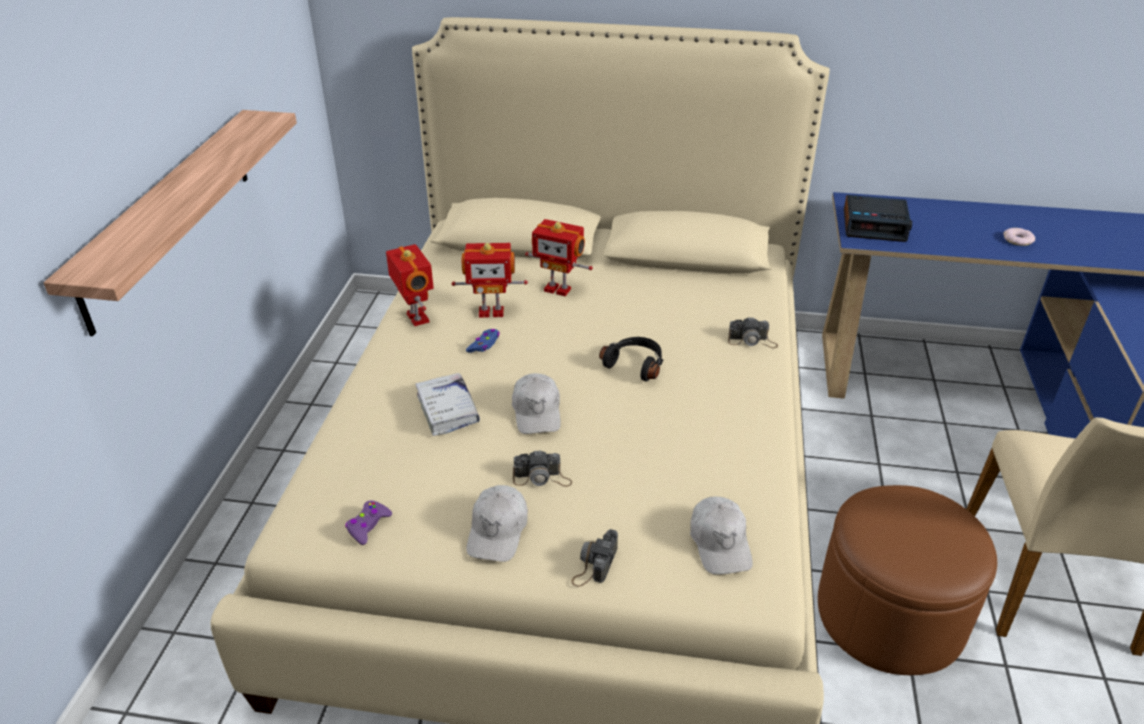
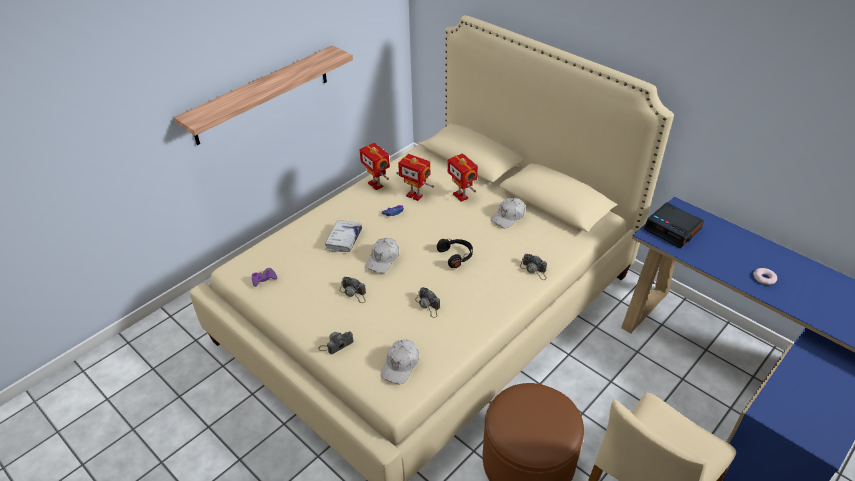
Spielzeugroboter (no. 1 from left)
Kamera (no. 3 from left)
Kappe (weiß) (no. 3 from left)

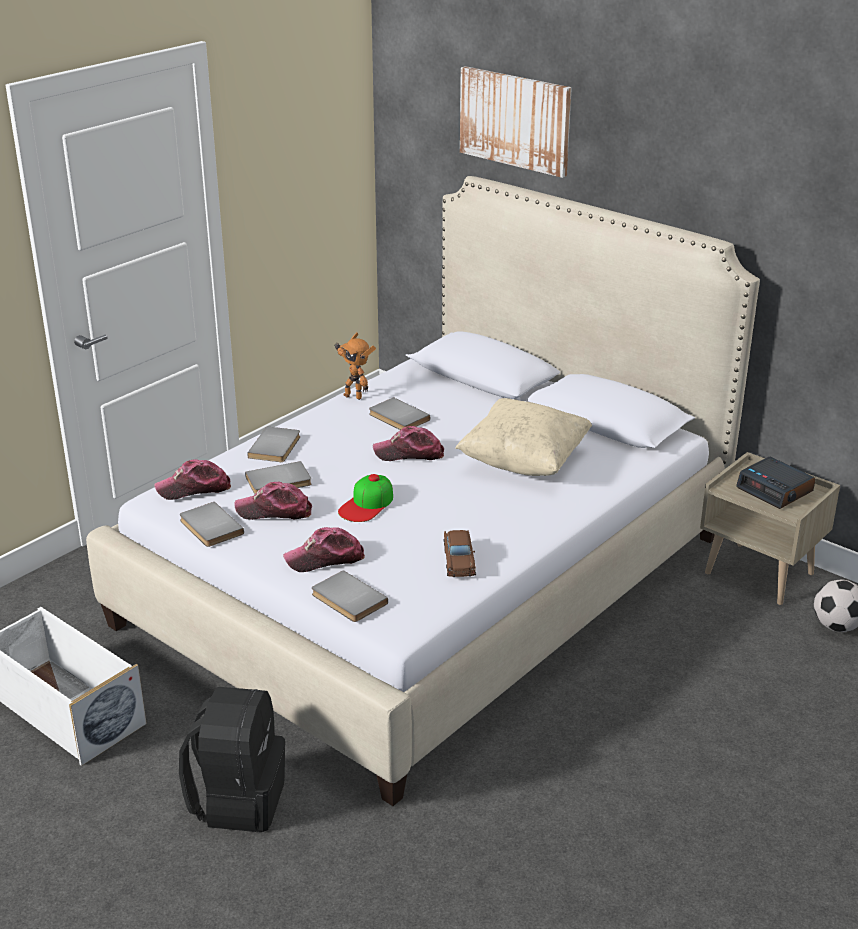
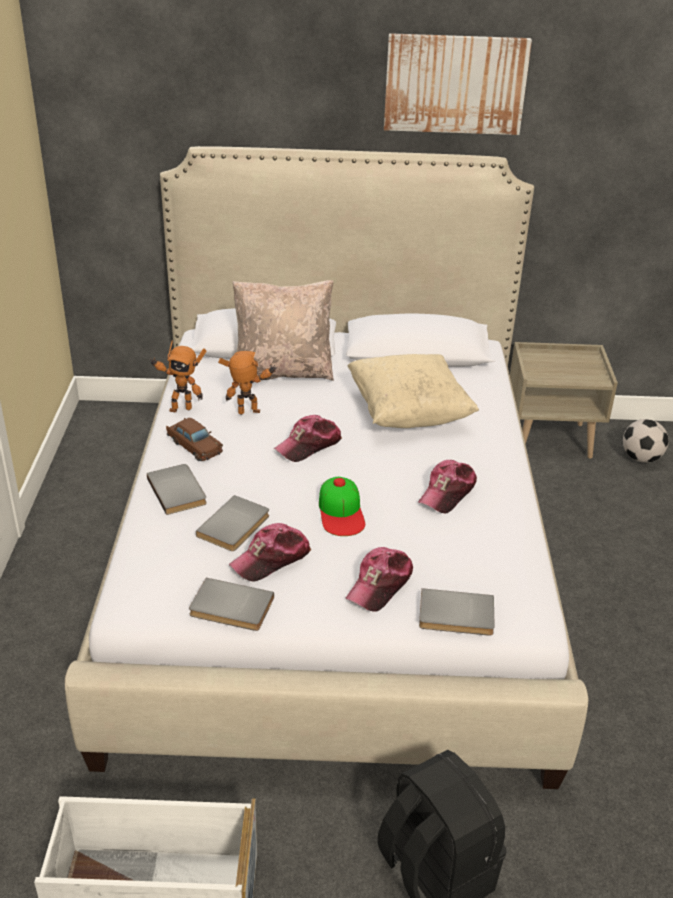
Spielzeugauto (braun)
Spielzeugroboter (no. 2 from left)
Kissen (beige) (no. 1 from left)
Bild
Kappe (no. 5 from left)
Wecker

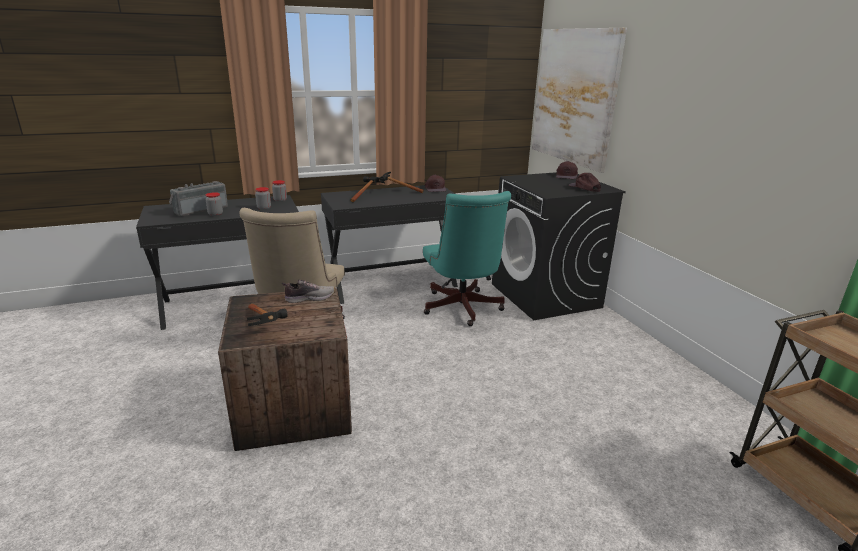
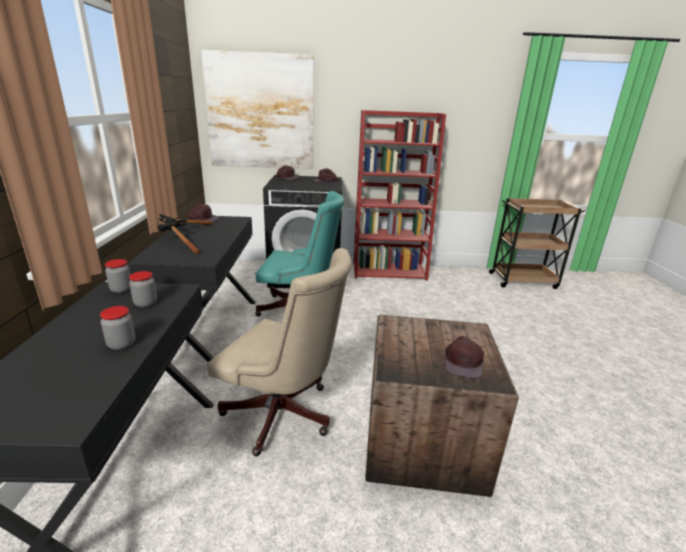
Bücherregal (rot)
Kappe (braun) (no. 4 from left)
Radio
Schuh

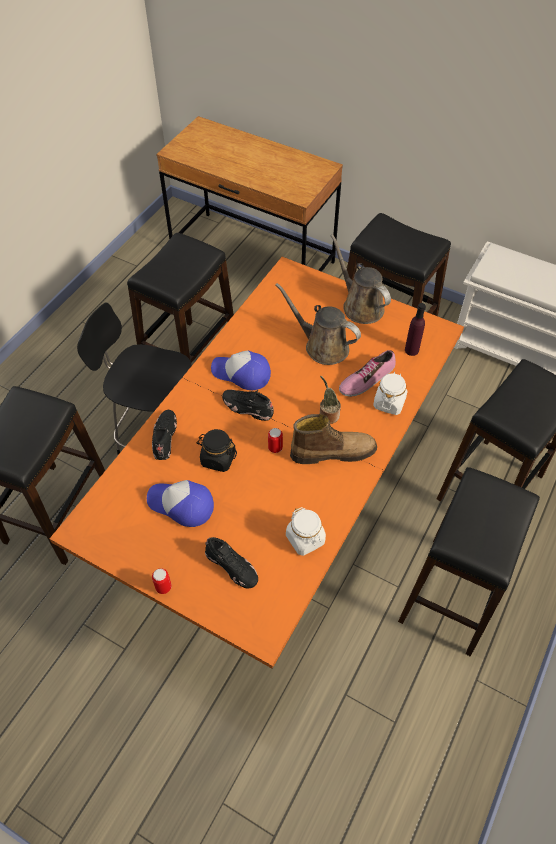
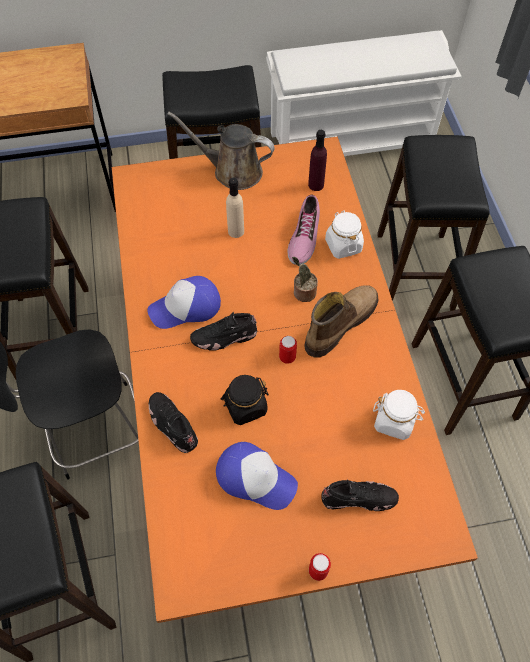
Kappe (no. 2 from left)
Flasche (beige)

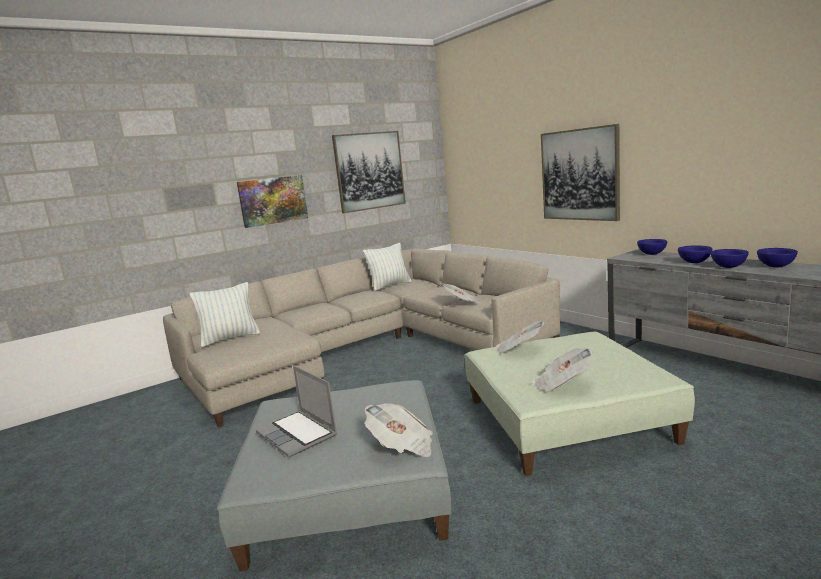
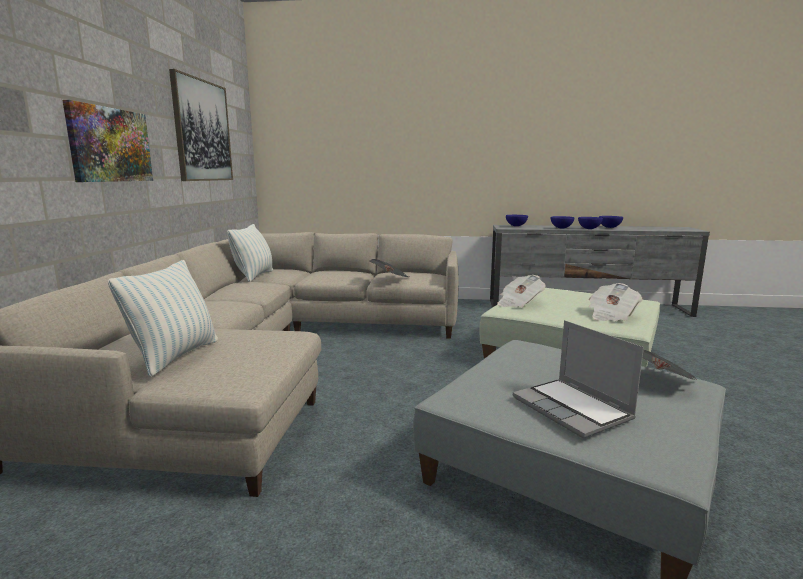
Laptop
Bild (no. 3 from left in the first image)

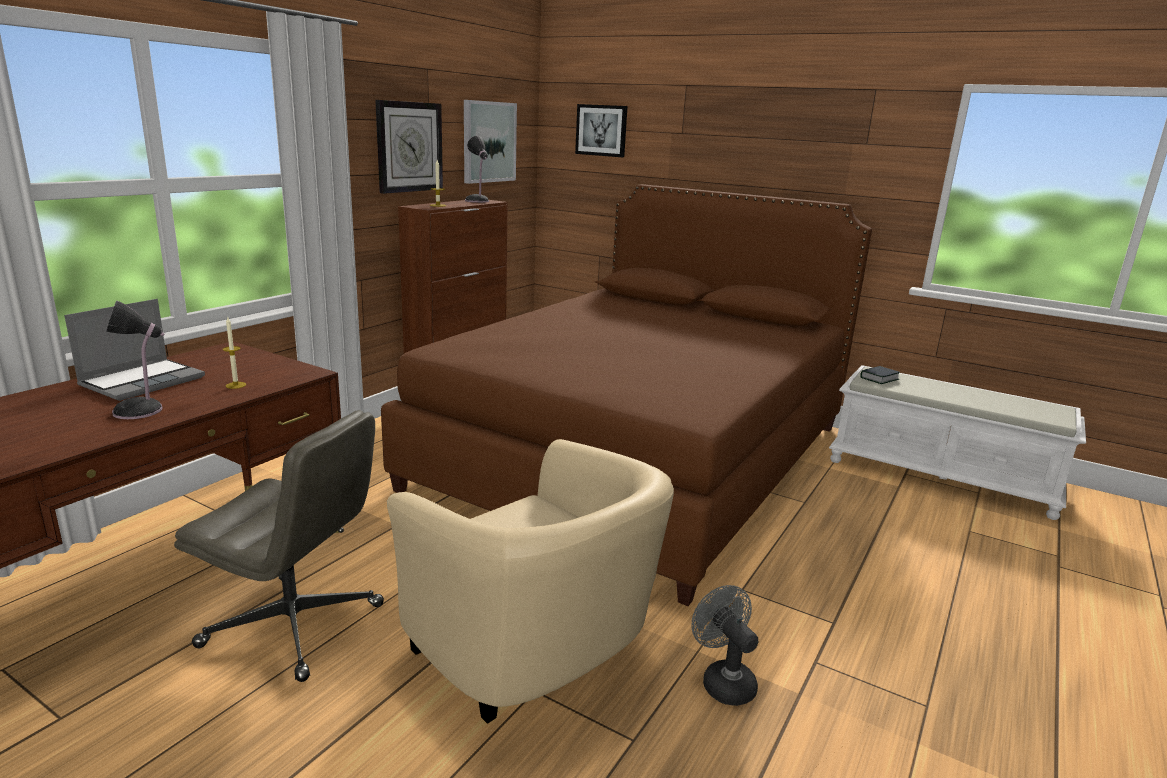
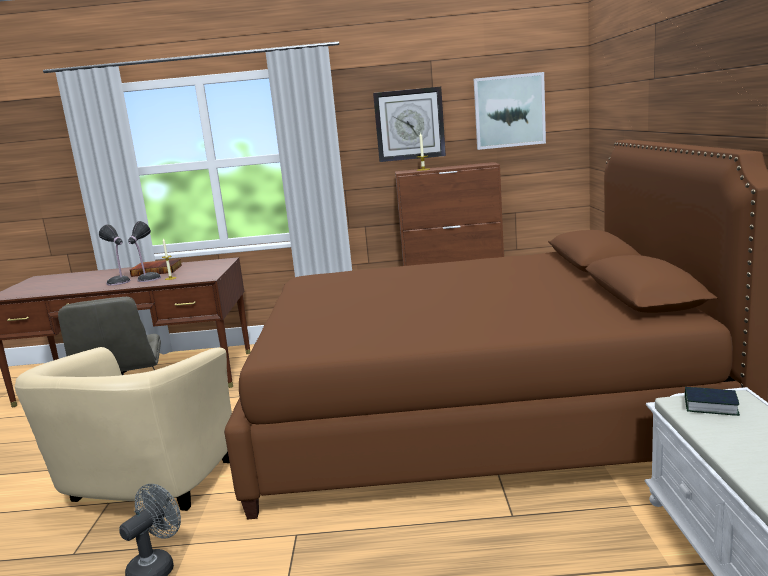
Tischlampe (no. 2 from left)
Buch (no. 1 from left)
Bild (no. 2 from left in the first image)

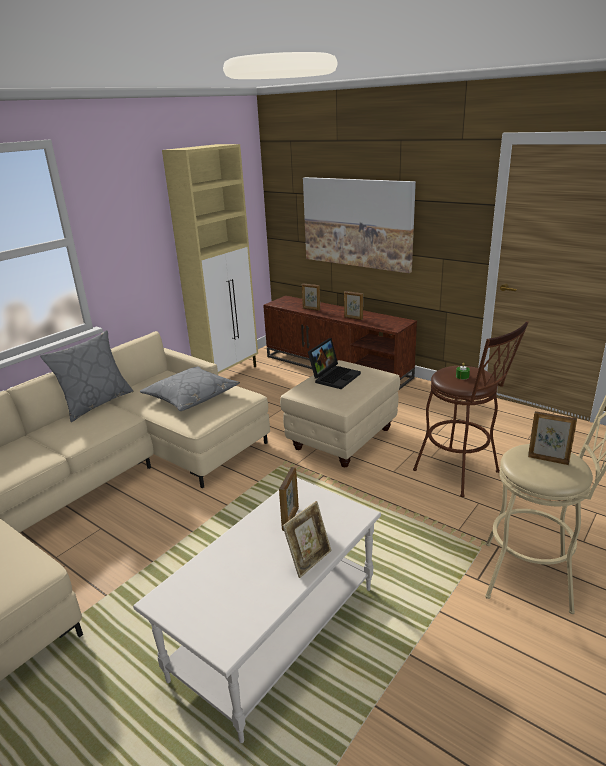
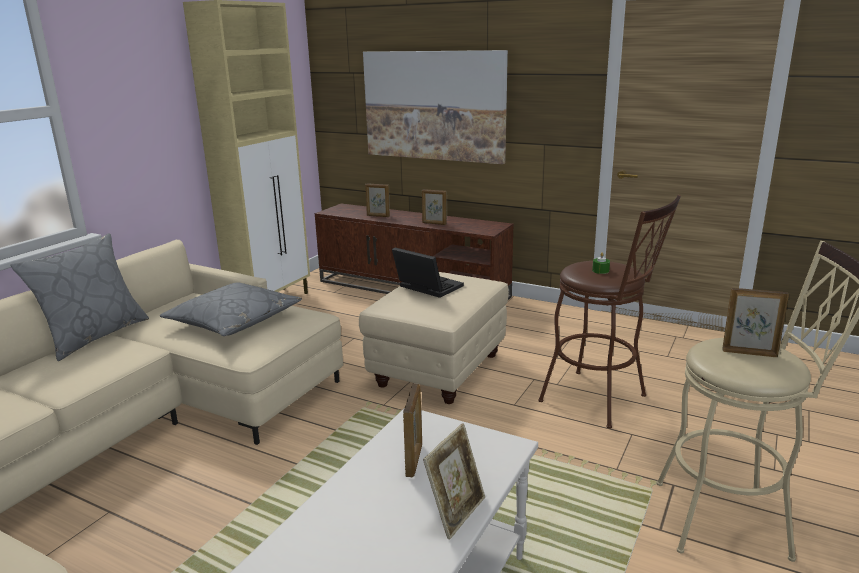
Laptop

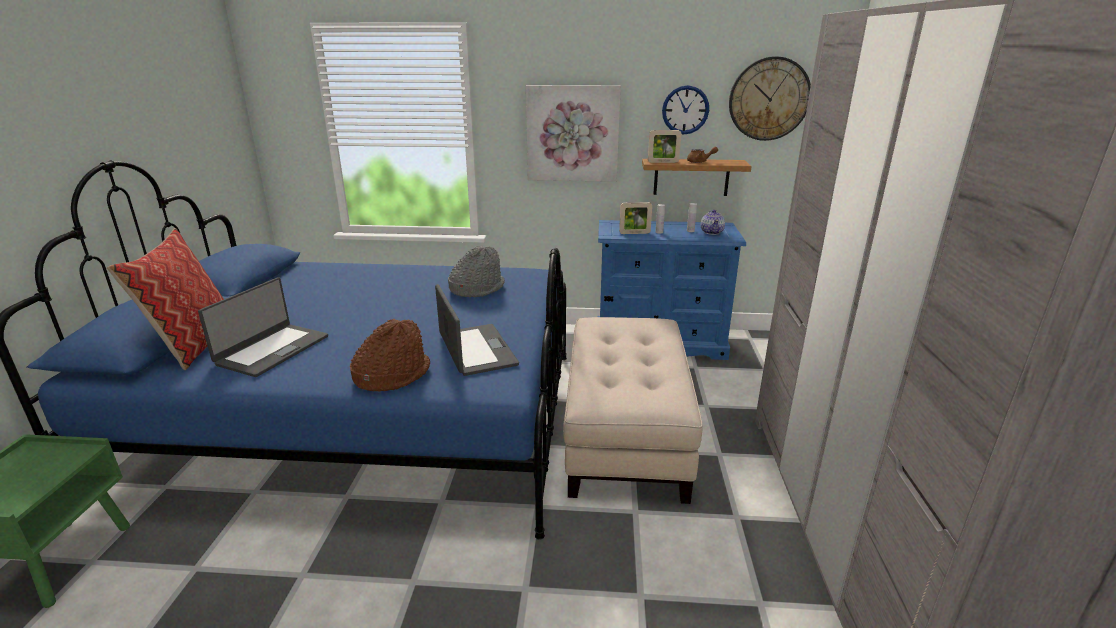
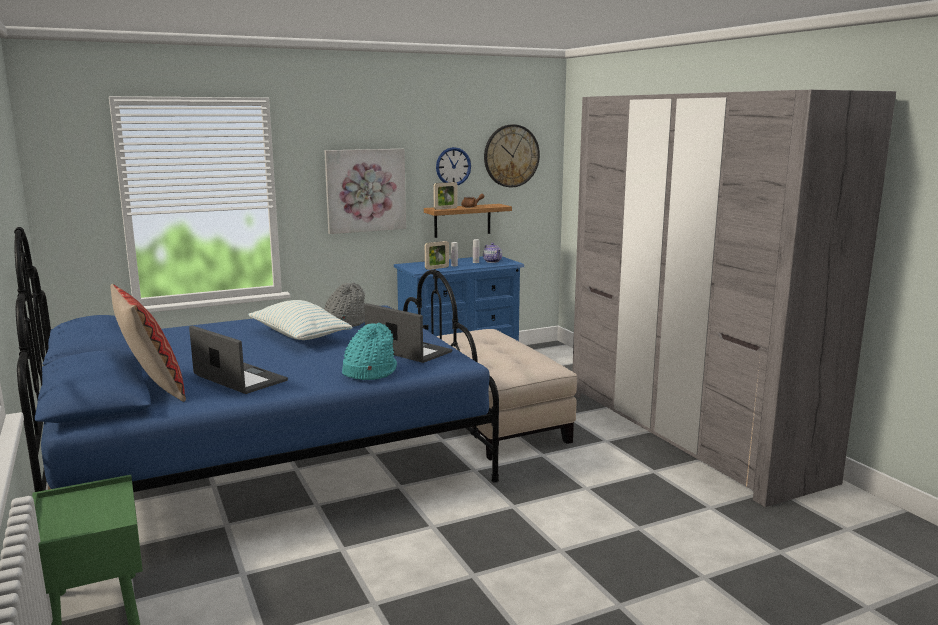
Laptop (no. 1 from left)
Kissen (no. 2 from left)
Hut (türkis)

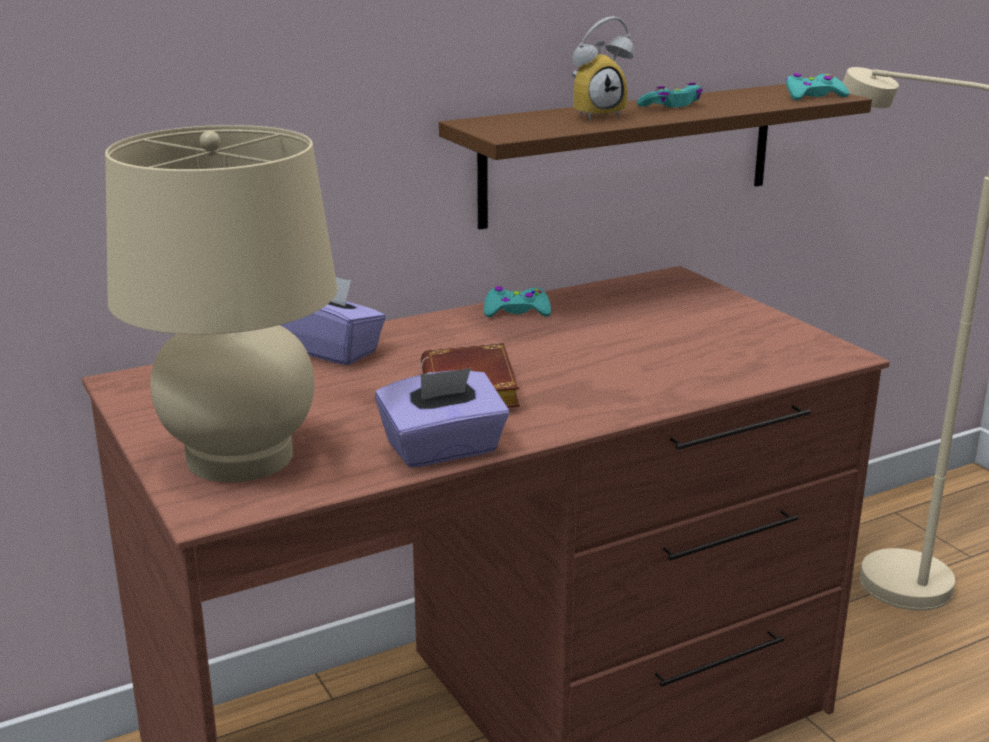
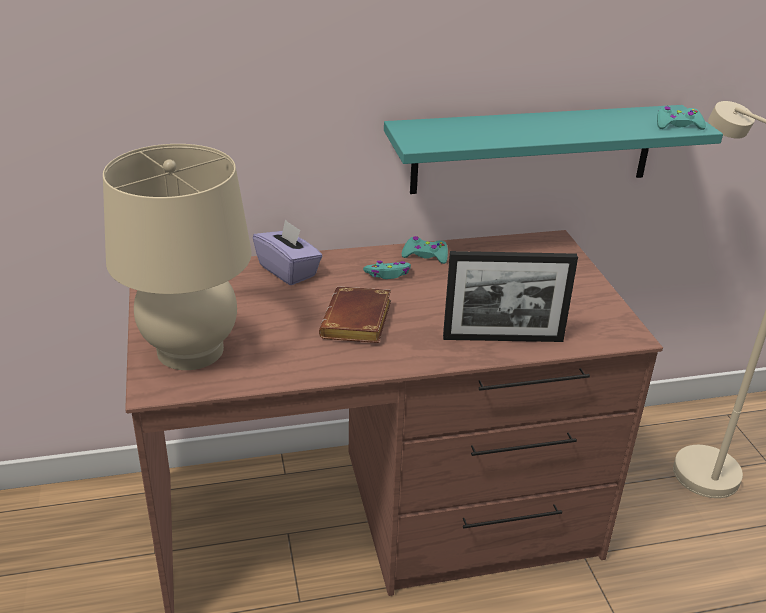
Gamepad (türkis) (no. 1 from left)
Wandregal (türkis)
Bilderrahmen
Taschentuchbox (lila) (no. 2 from left in the first image)
Wecker

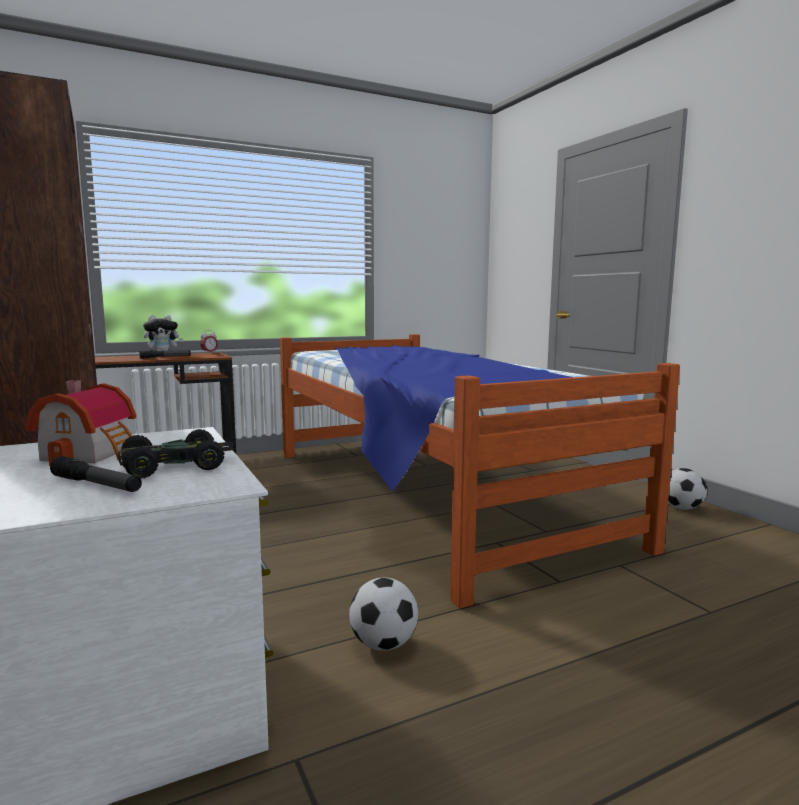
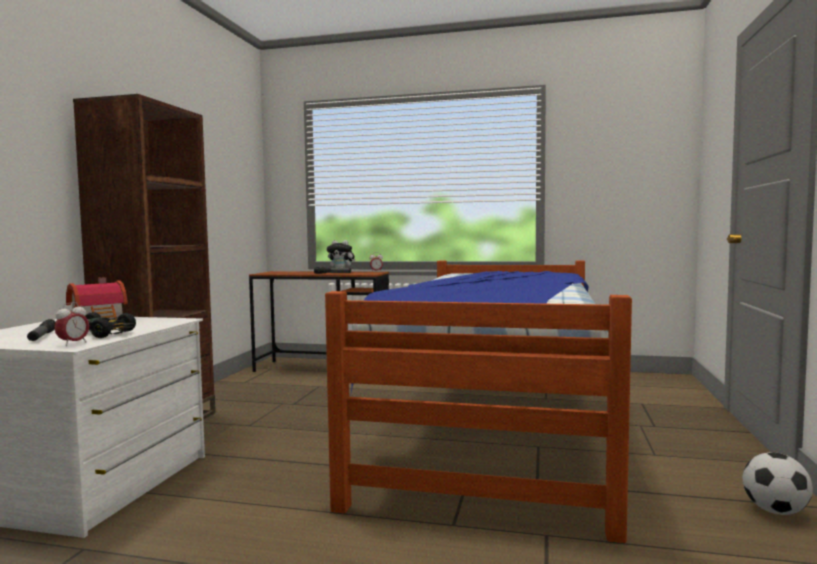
Wecker (no. 1 from left)
Fußball (no. 1 from left in the first image)

